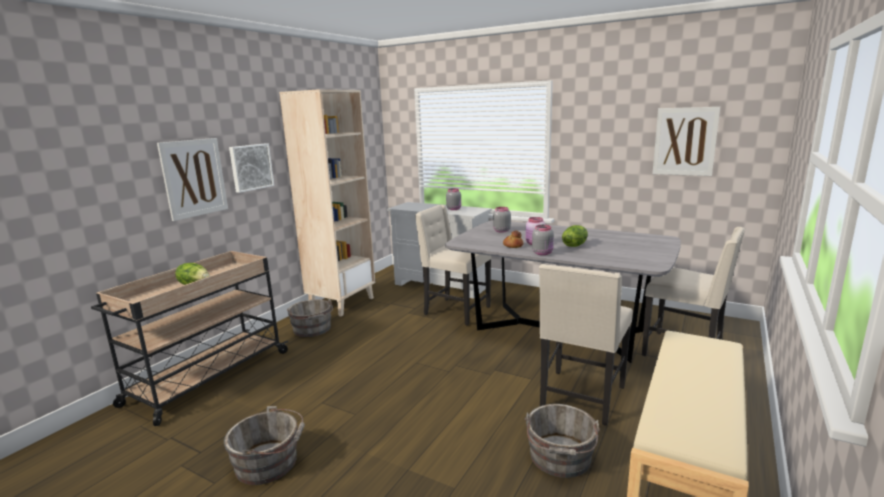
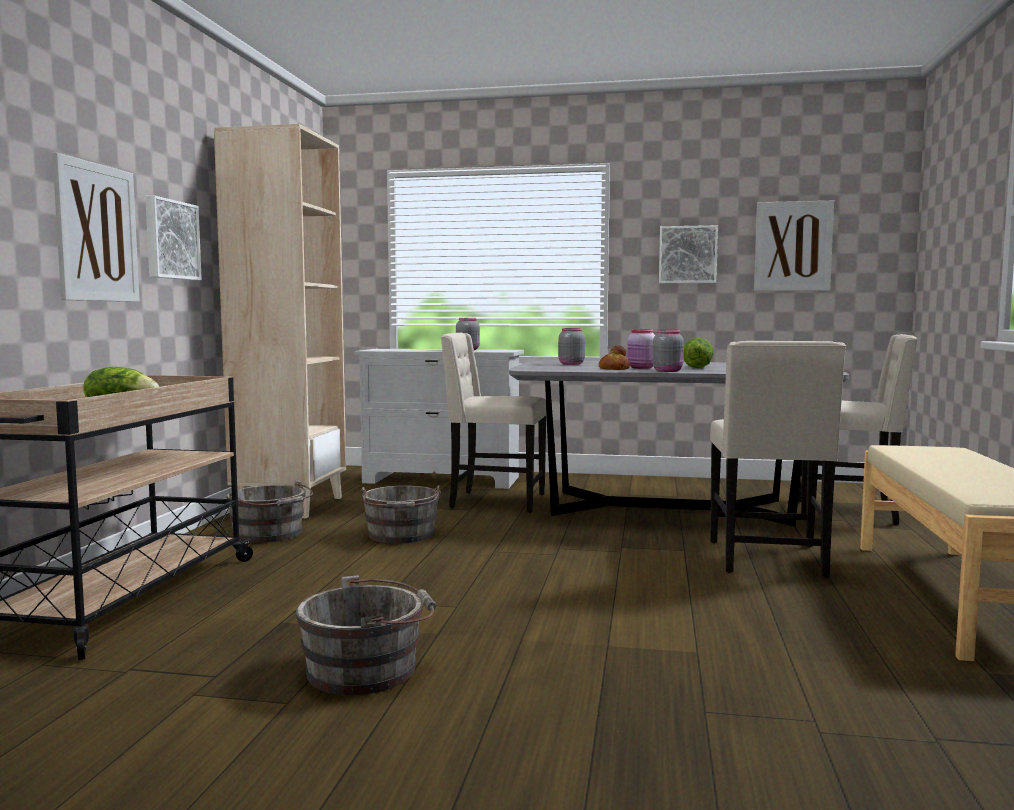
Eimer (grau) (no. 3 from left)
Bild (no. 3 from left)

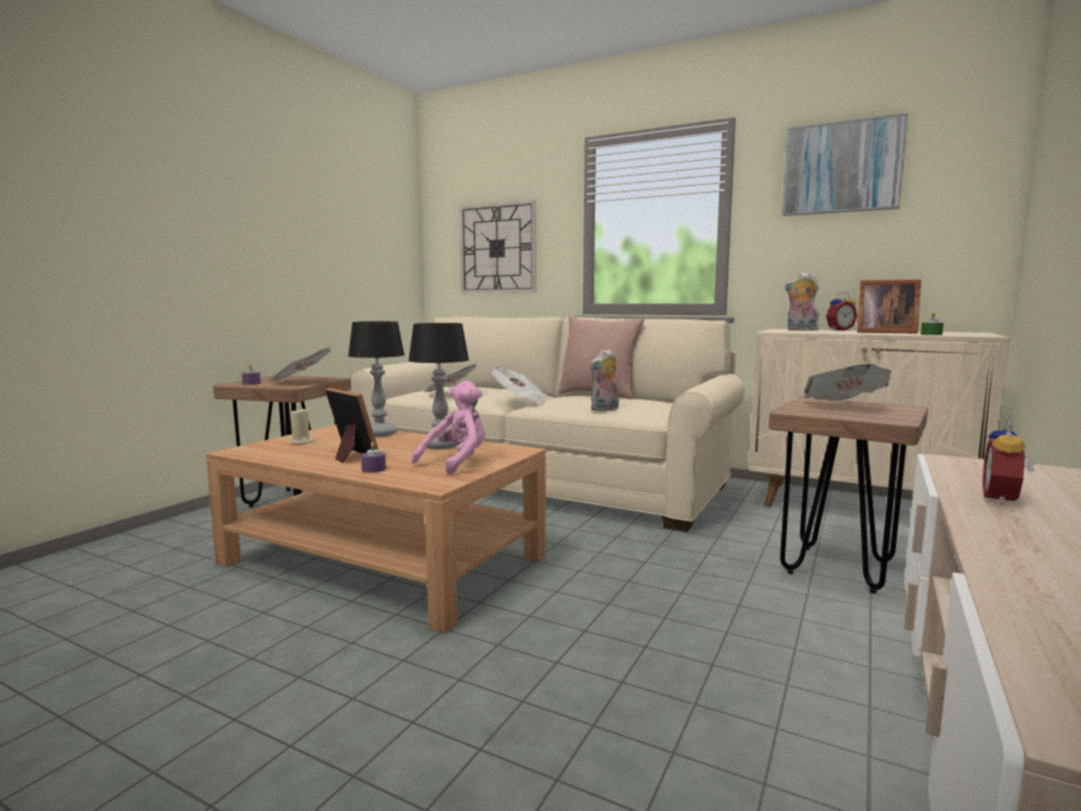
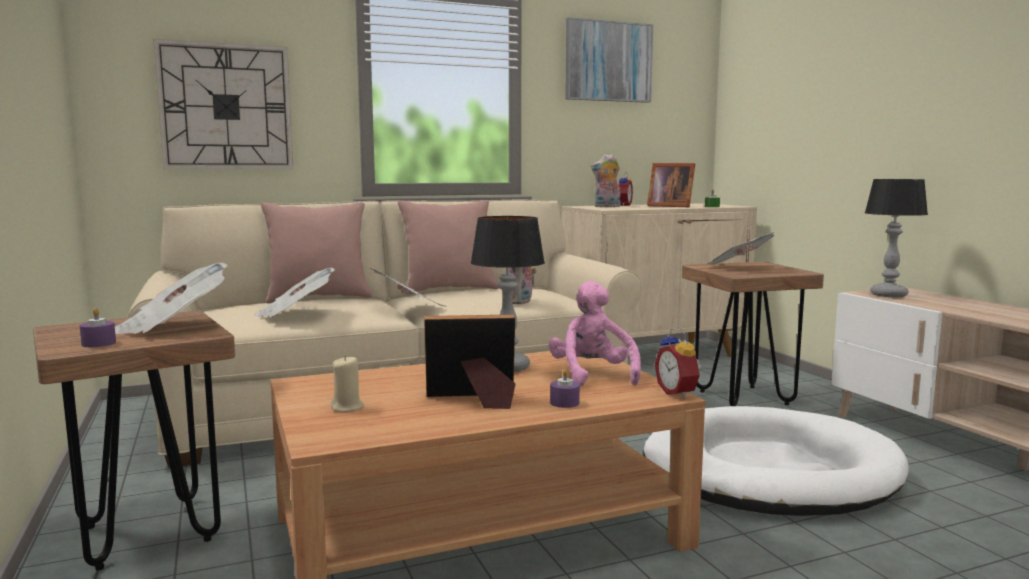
Kissen (rosa) (no. 1 from left)
Hundebett (weiß)
Bilderrahmen (no. 2 from left)
Wecker (no. 2 from left)
Tischlampe (no. 2 from left)

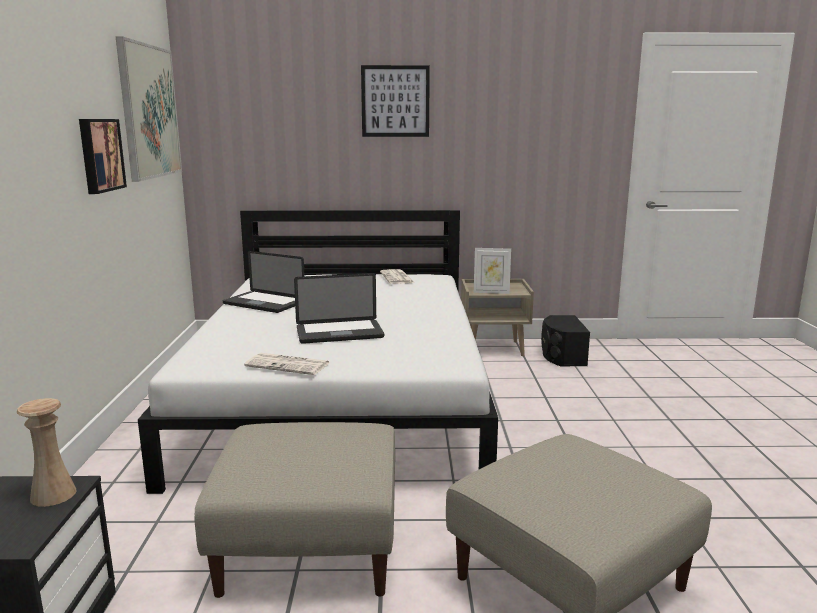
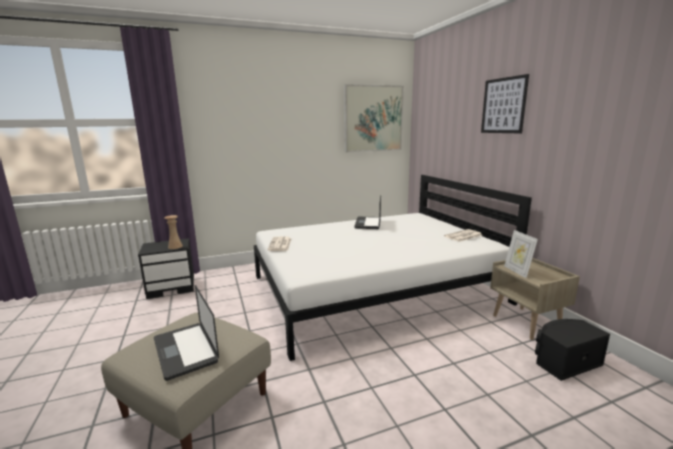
Laptop (no. 1 from left)
Bild (no. 1 from left in the first image)
Polsterhocker (beige) (no. 1 from left in the first image)

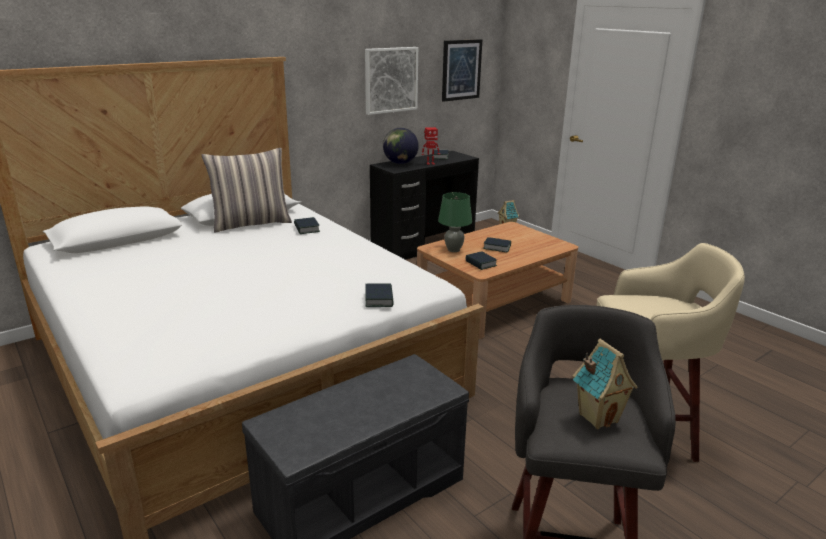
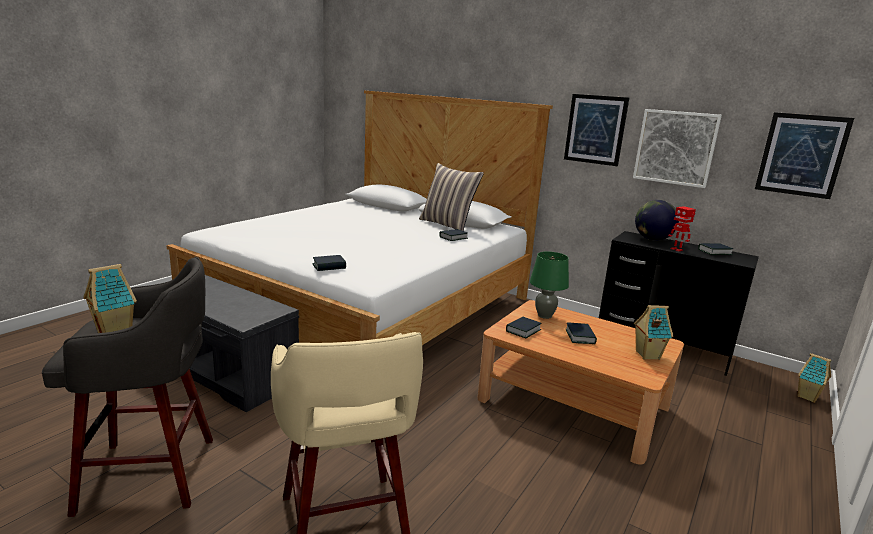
Bild (no. 1 from left)
Spielzeughaus (no. 2 from left)

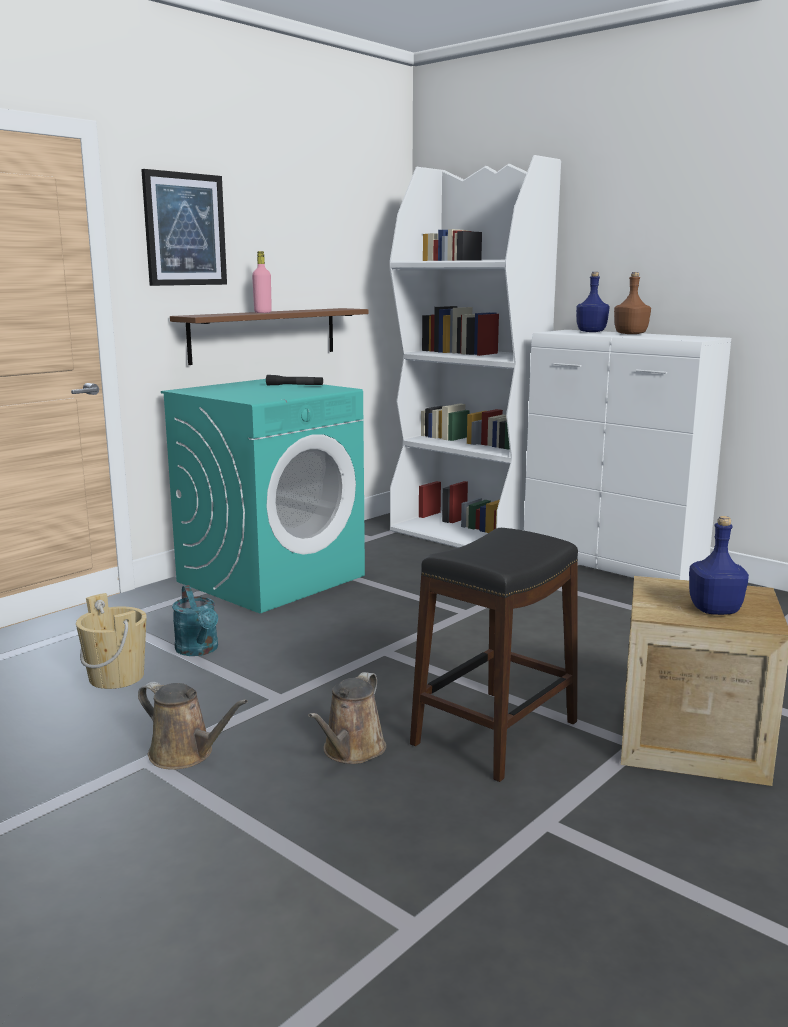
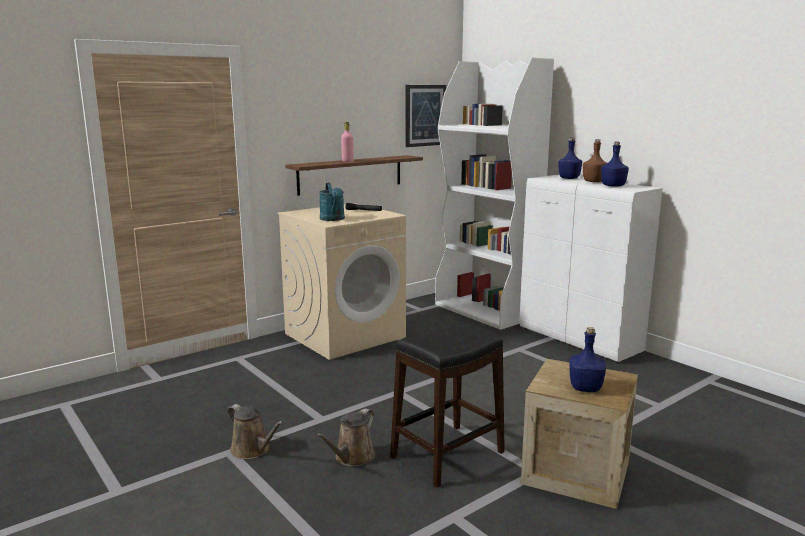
Waschmaschine (beige)
Gießkanne (türkis)
Bild
Flasche (blau) (no. 3 from left)
Eimer (beige)

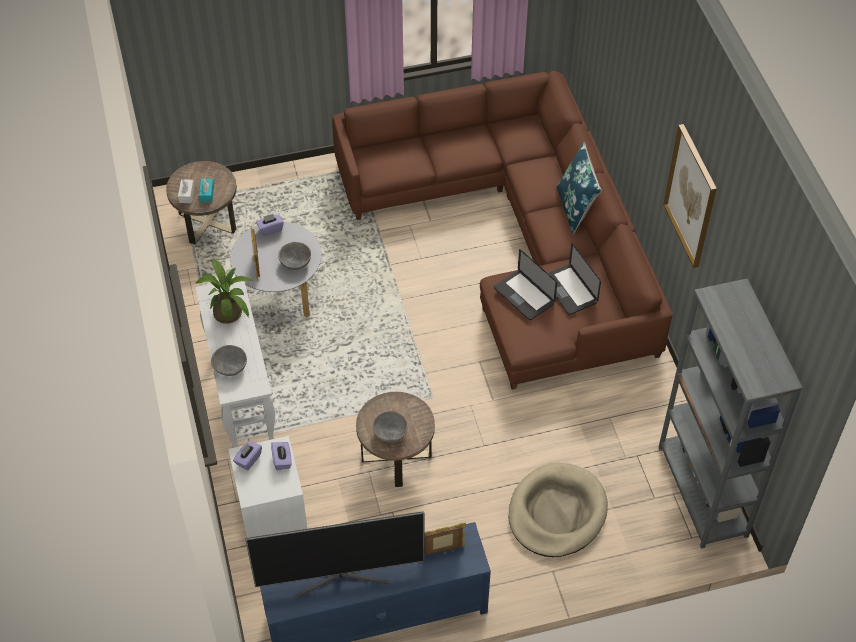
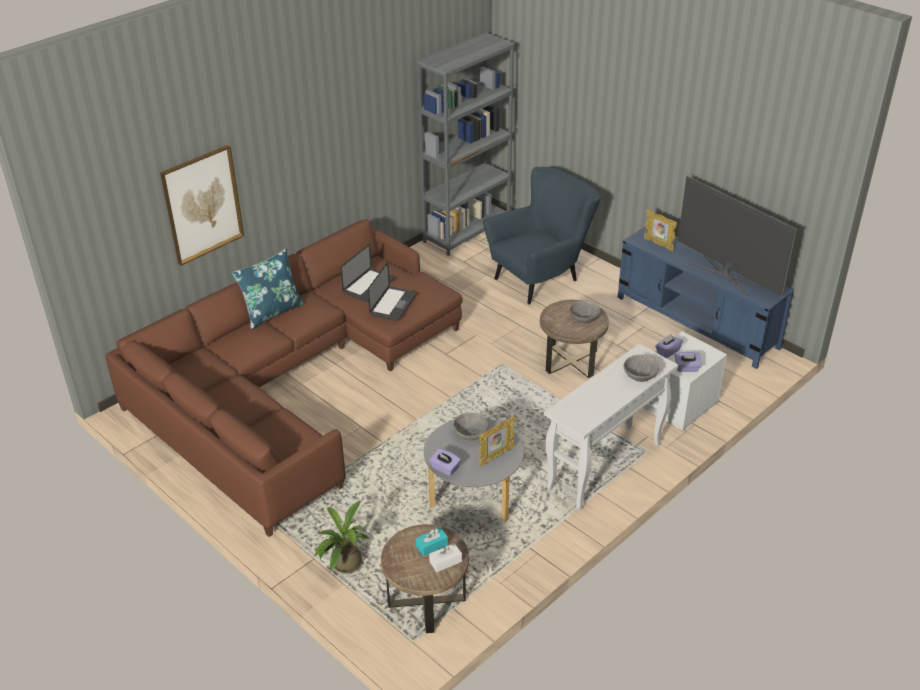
Bild
Topfpflanze
Sessel (blau)

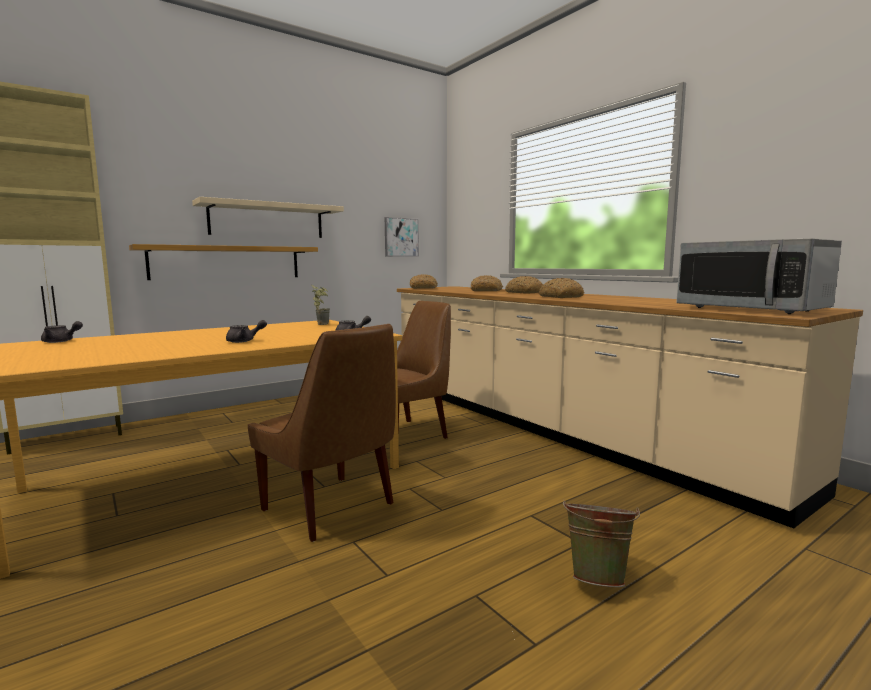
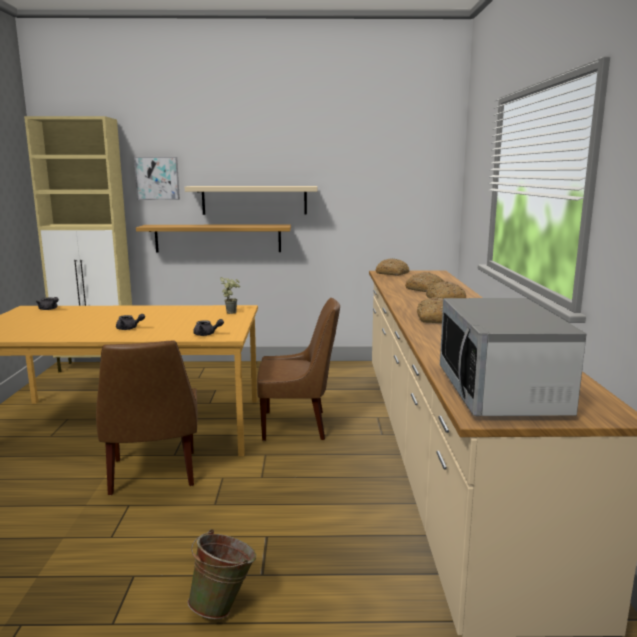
Bild

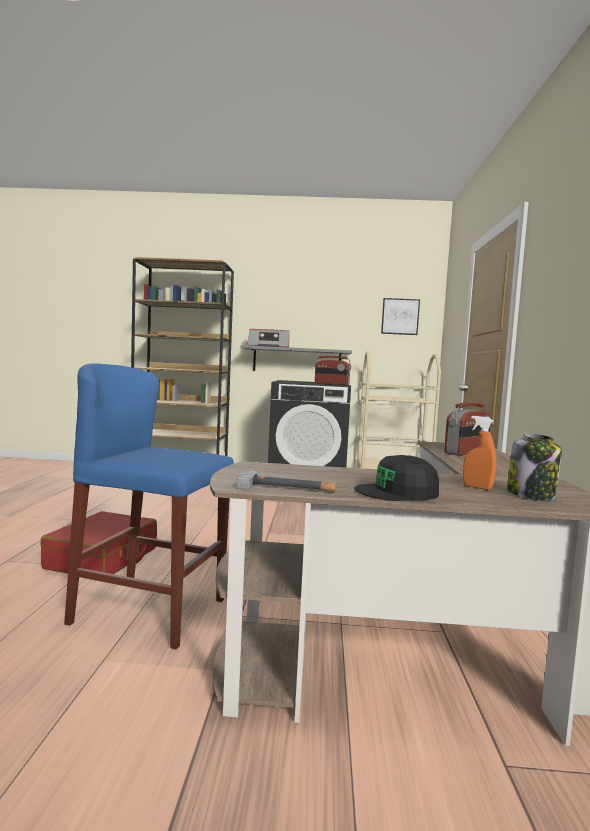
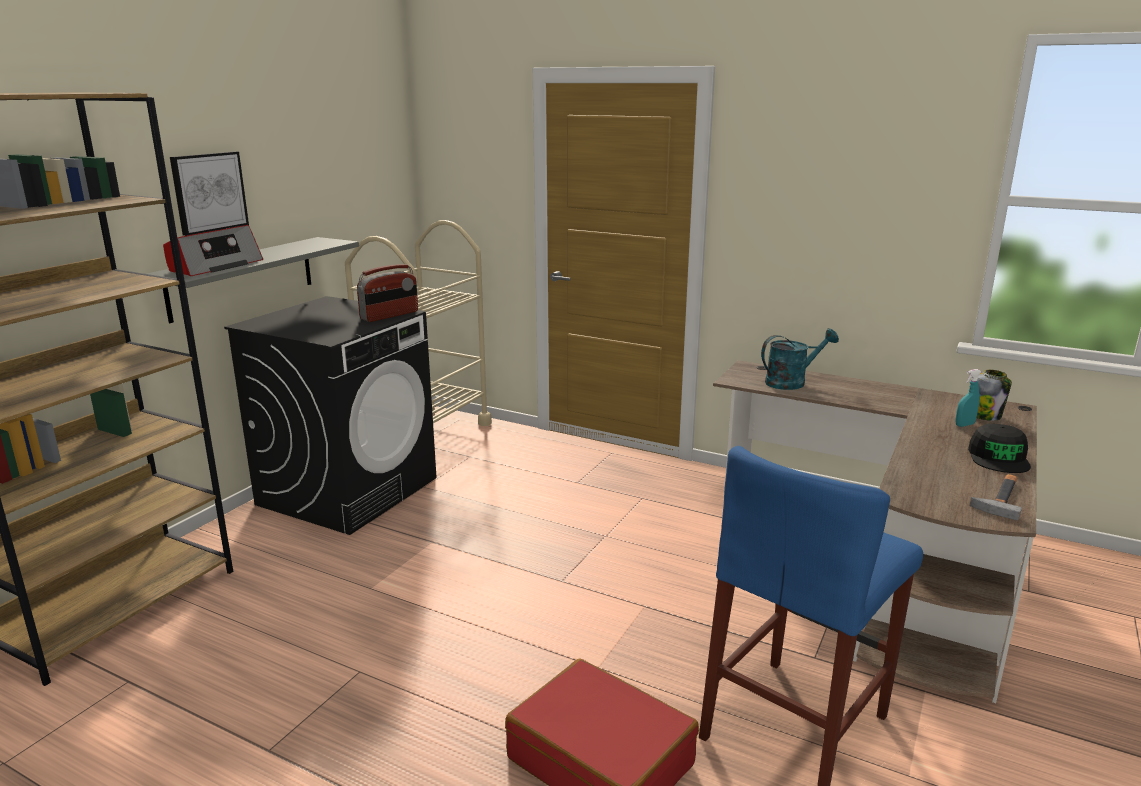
Bild
Gießkanne (türkis)
Sprühflasche (türkis)

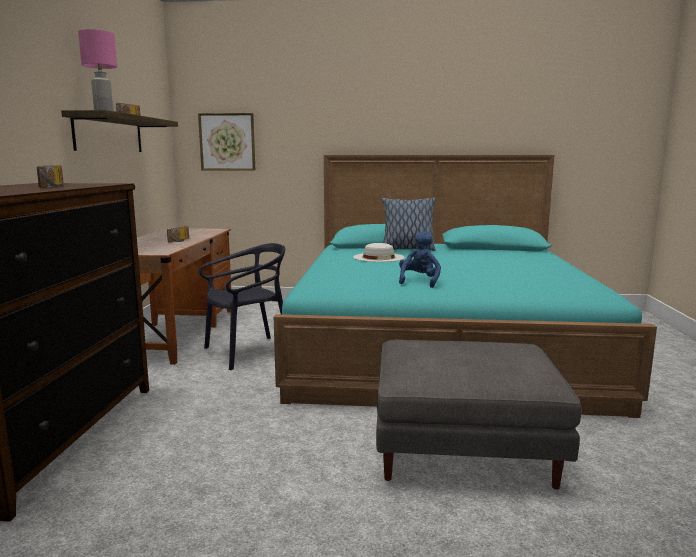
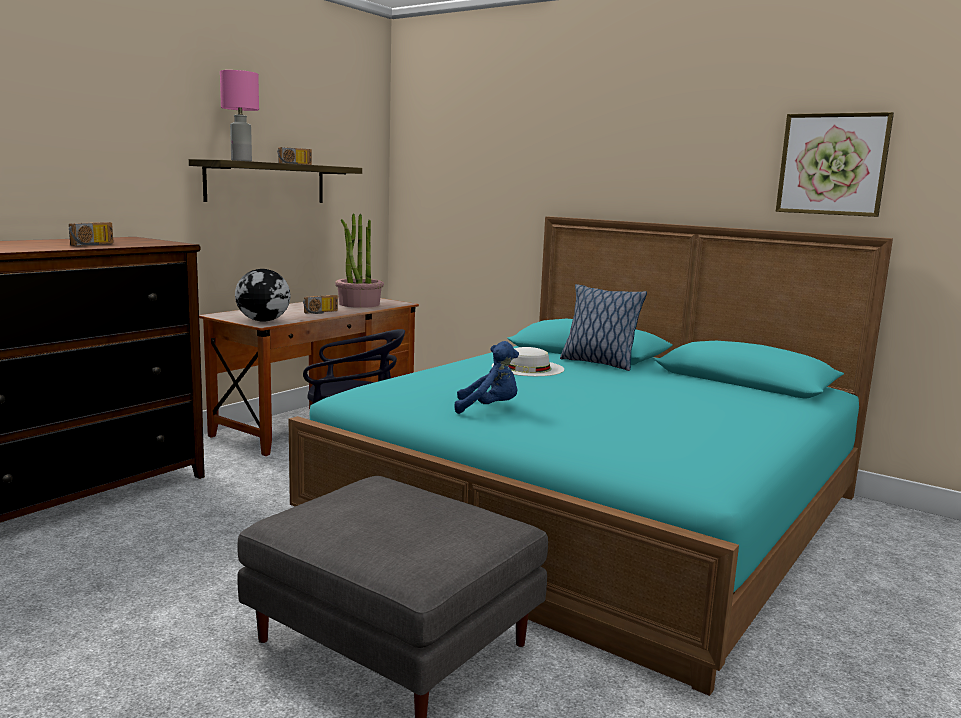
Globus
Topfpflanze
Plüschtier (blau)
Bild

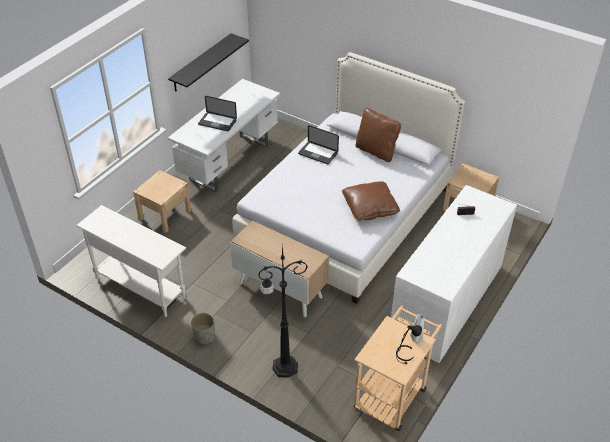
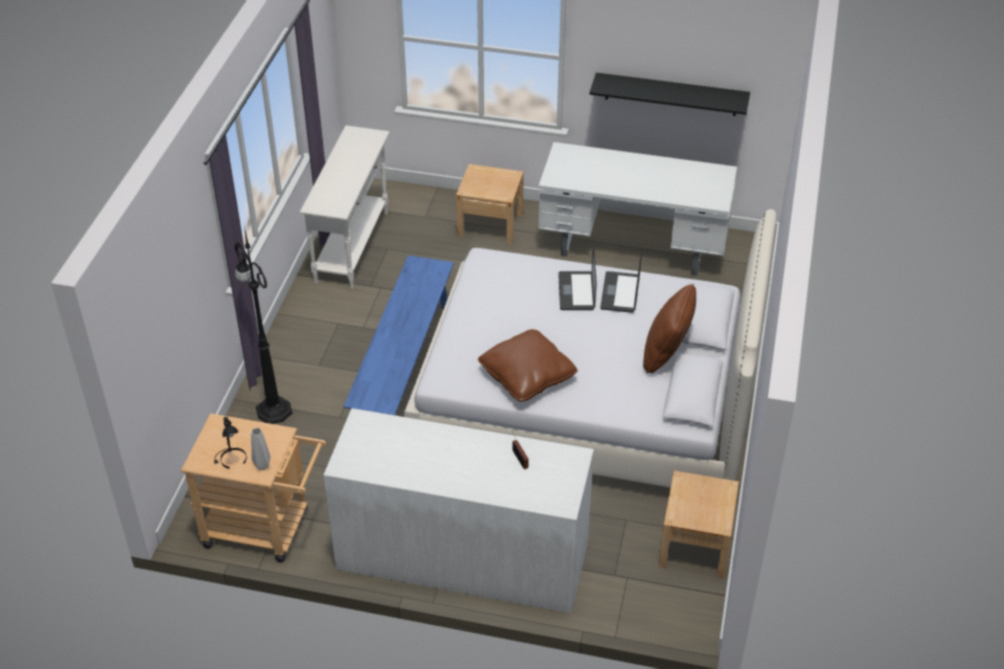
Bank (blau)
Laptop (no. 1 from left)
Pflanzkübel (grau)

